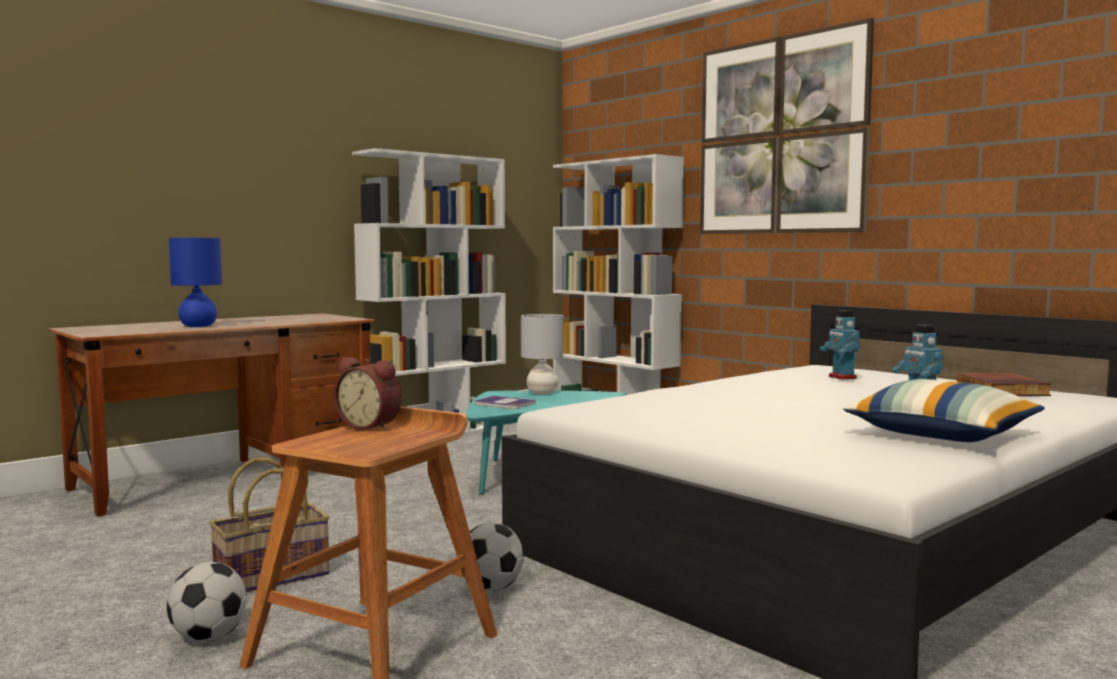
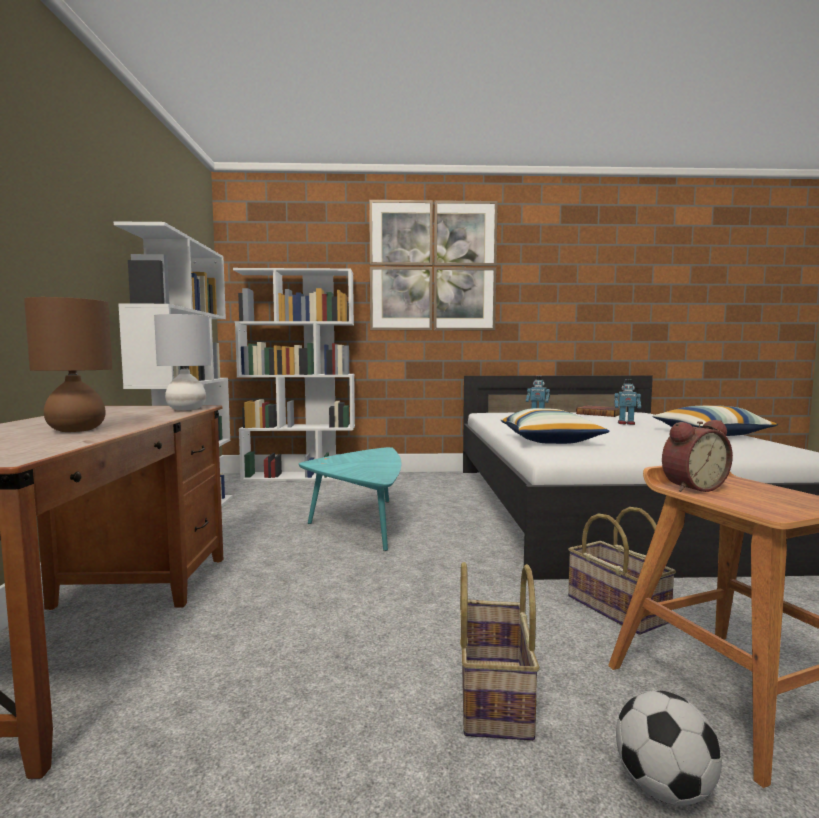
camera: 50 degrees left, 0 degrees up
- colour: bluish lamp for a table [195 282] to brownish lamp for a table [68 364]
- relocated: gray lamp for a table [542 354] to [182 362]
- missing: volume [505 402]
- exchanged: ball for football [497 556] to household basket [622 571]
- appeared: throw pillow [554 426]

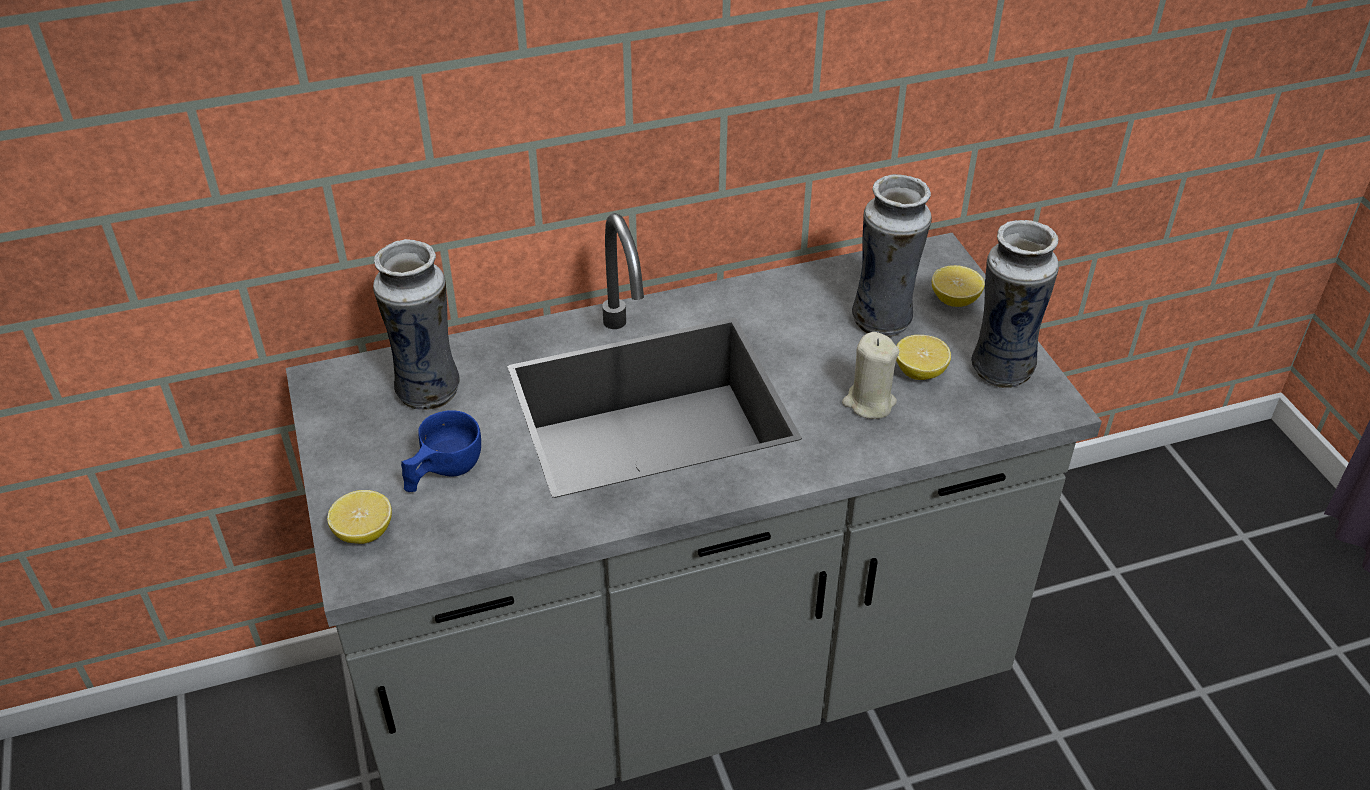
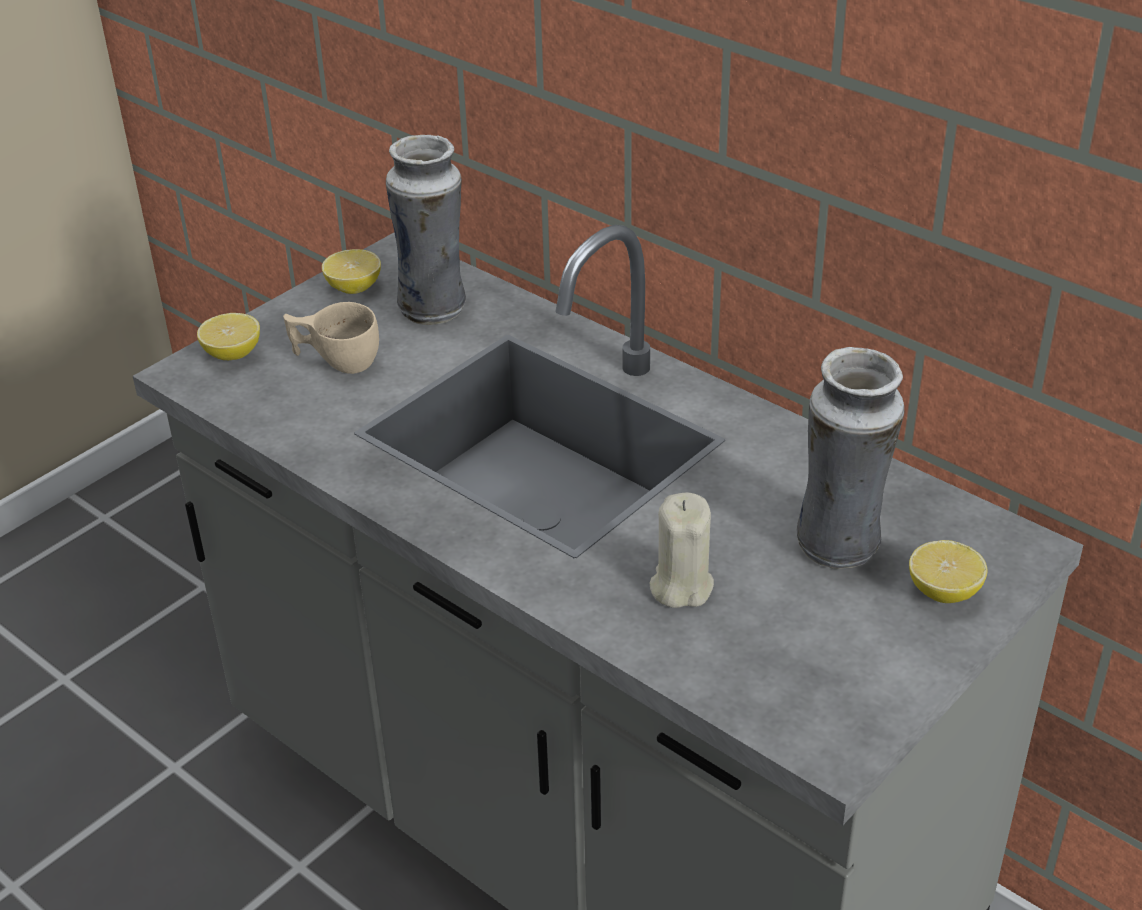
camera: 60 degrees right, 5 degrees down
- missing: flower vase [1015 304]
- relocated: citrus fruit [923 357] to [351 271]
- colour: bluish cup [441 451] to beige-coloured cup [331 338]

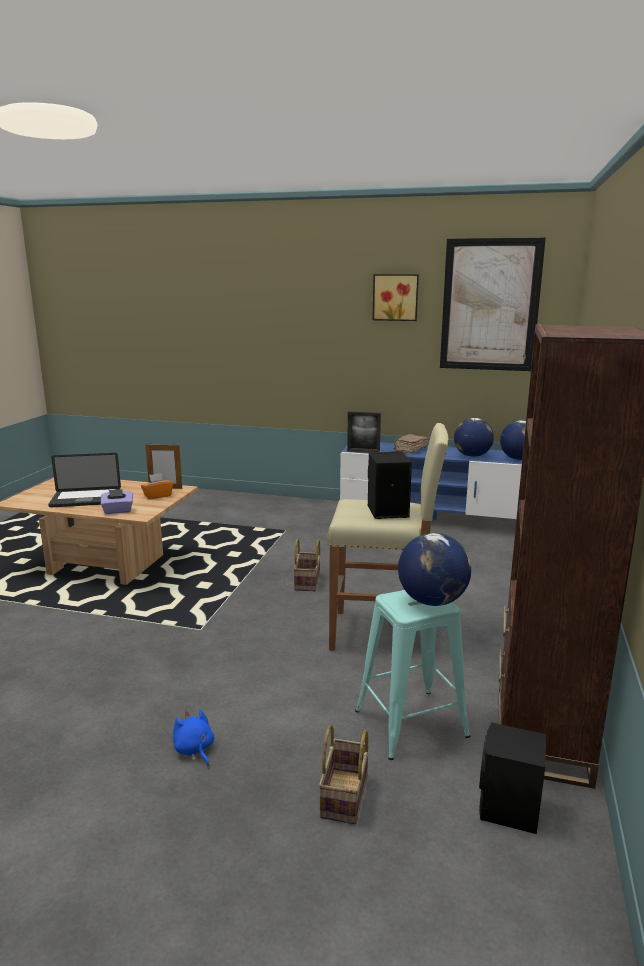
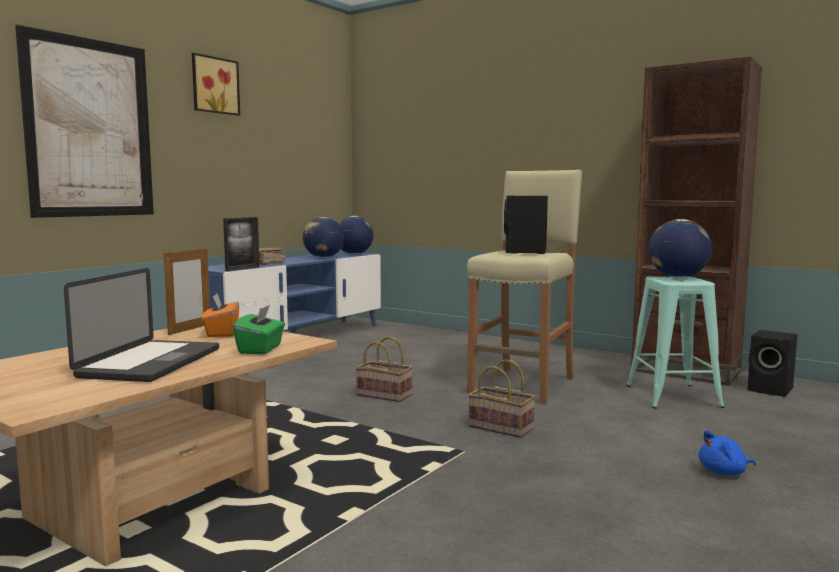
camera: 70 degrees left, 10 degrees down
- relocated: picture [493 304] to [84 121]
- colour: purple tissue holder [117 501] to greenish tissue holder [259 329]
- relocated: household basket [343 774] to [501 398]

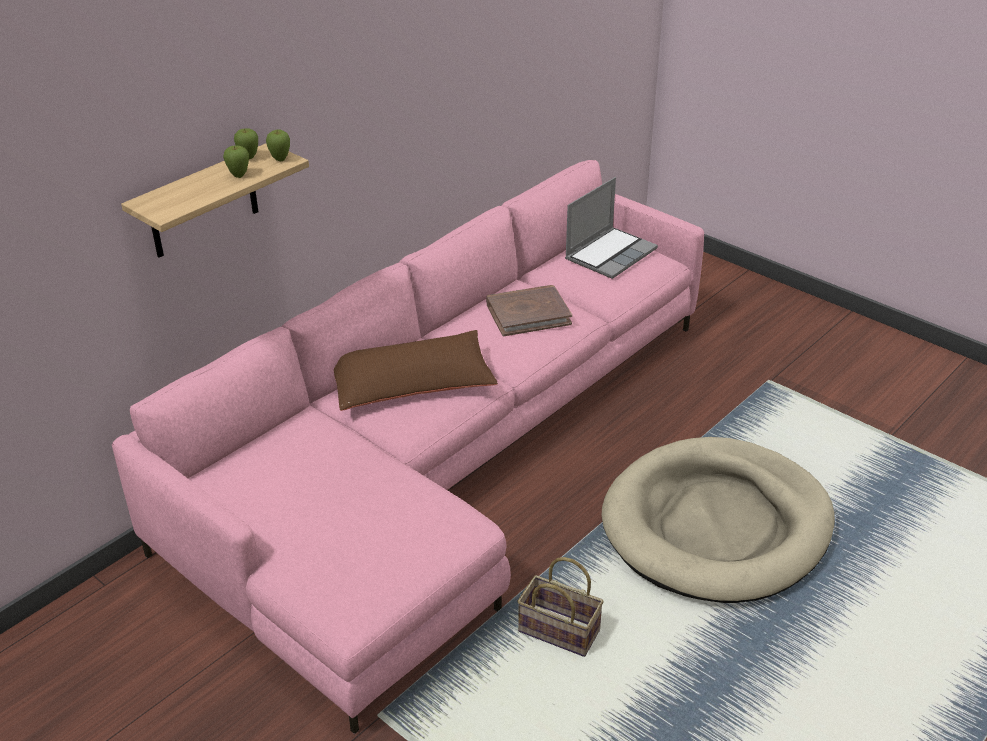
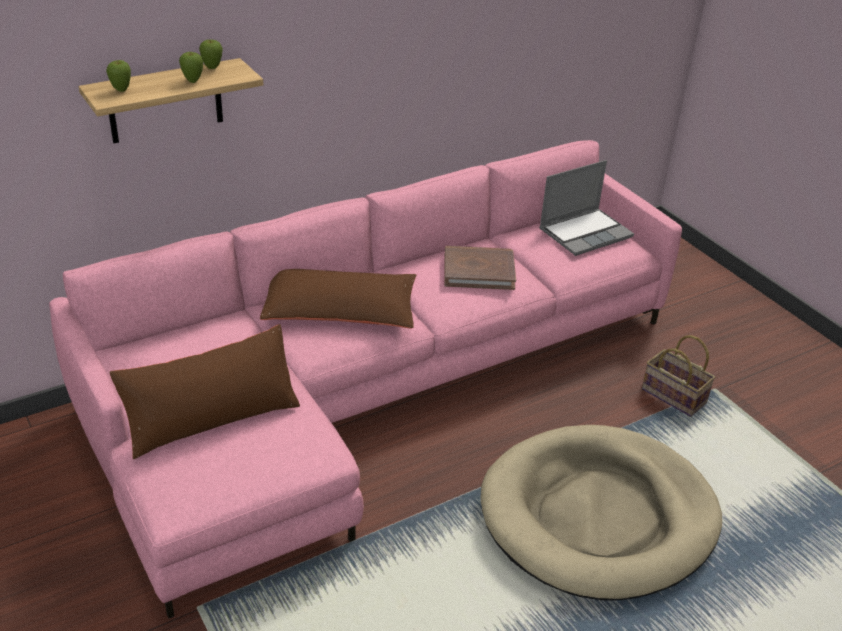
camera: 15 degrees right, 0 degrees up
- relocated: apple [278 145] to [118 76]
- relocated: household basket [560 607] to [679 376]
- appeared: brownish throw pillow [204 391]

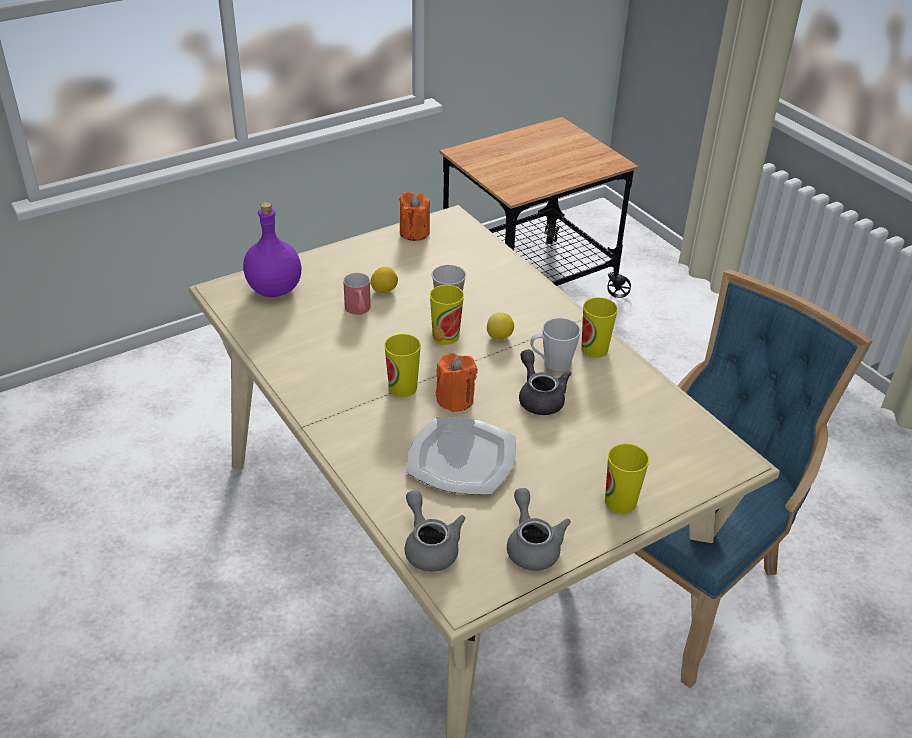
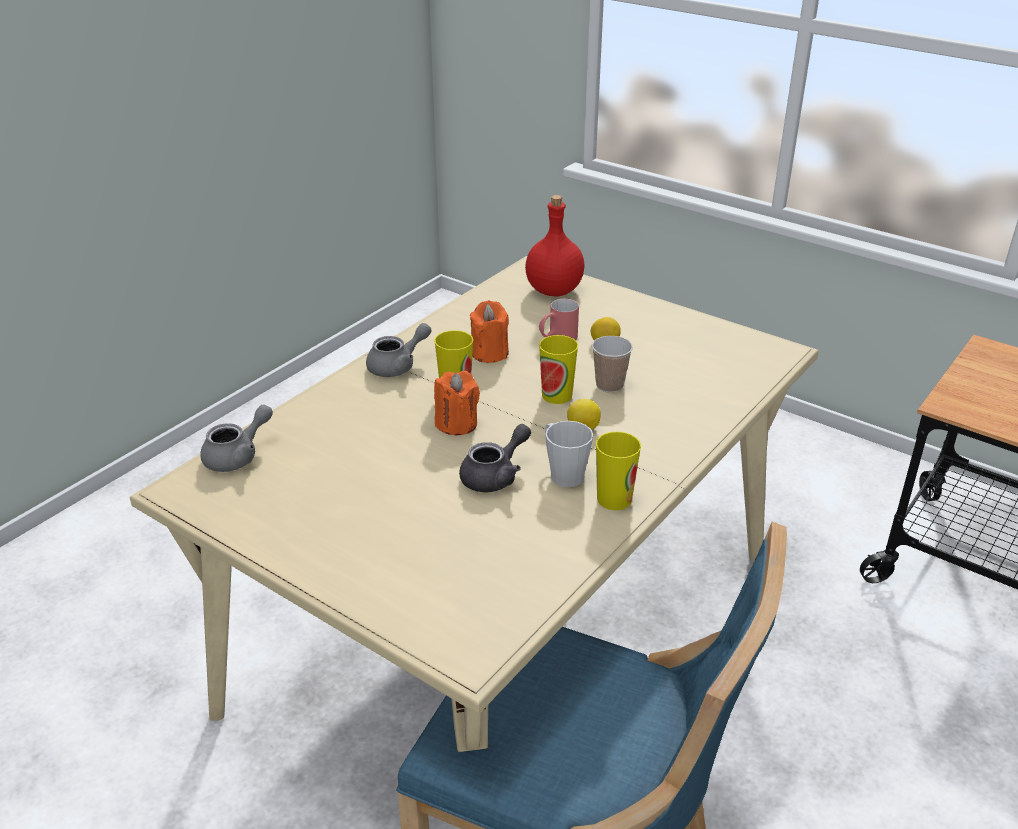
camera: 70 degrees right, 5 degrees down
- relocated: orange wax candle [414 216] to [489 331]
- colour: purple beverage bottle [272 249] to reddish beverage bottle [555 246]
- missing: plate [461 456]
- missing: cup [627 478]
- relocated: gray teapot [539 529] to [398 350]

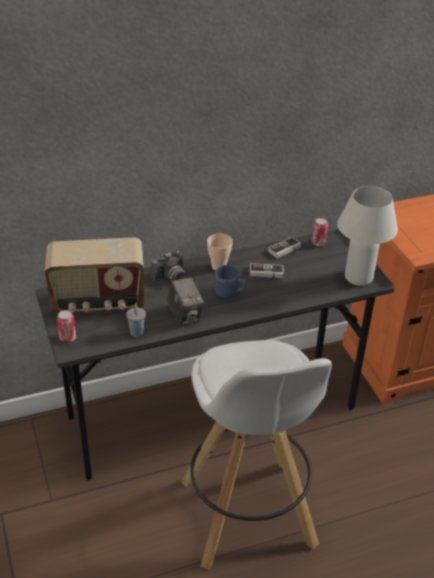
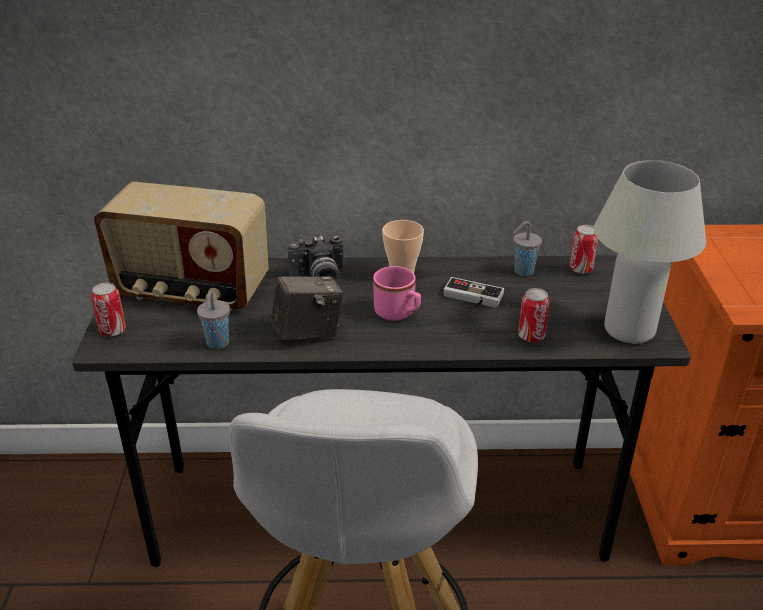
camera: 20 degrees right, 5 degrees down
- exchanged: joypad [284 247] to gray cup [527 248]
- colour: bluish coffee mug [231 281] to pink coffee mug [397 293]
- spun: still camera [185 301] = [307 308] 105 degrees counterclockwise
- appeared: sealed can [534 315]

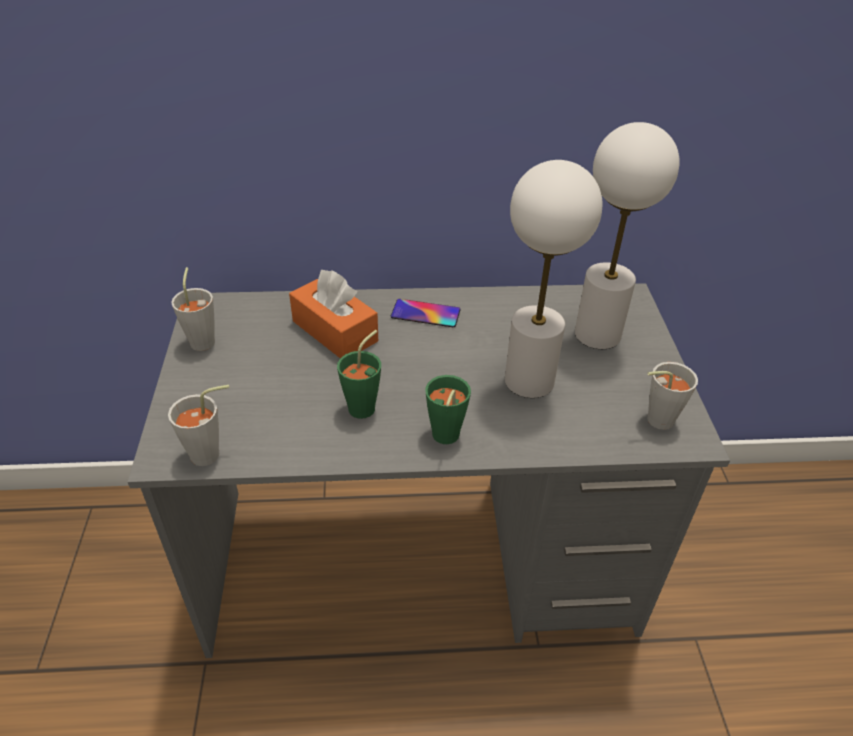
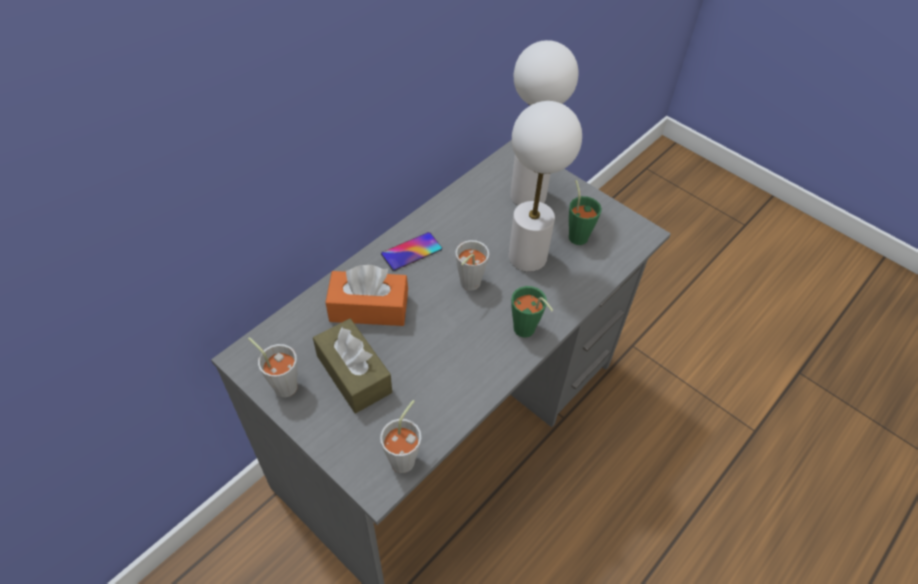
camera: 45 degrees left, 10 degrees up
- relocated: greenish cup [359 374] to [585 212]
- relocated: gray cup [672 396] to [472 265]
- appeared: brownish tissue holder [352 366]

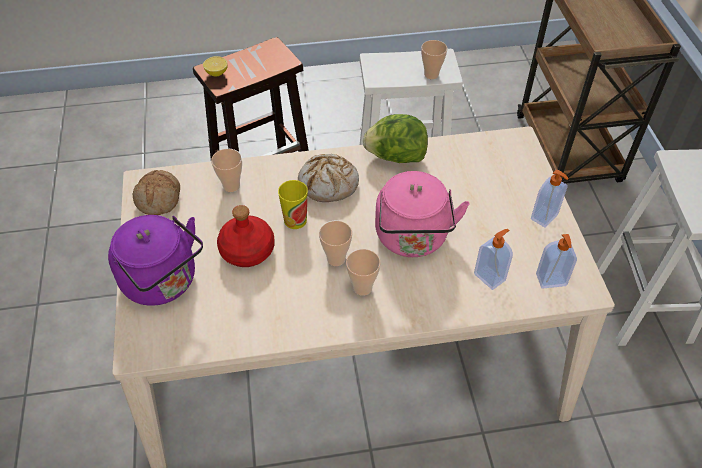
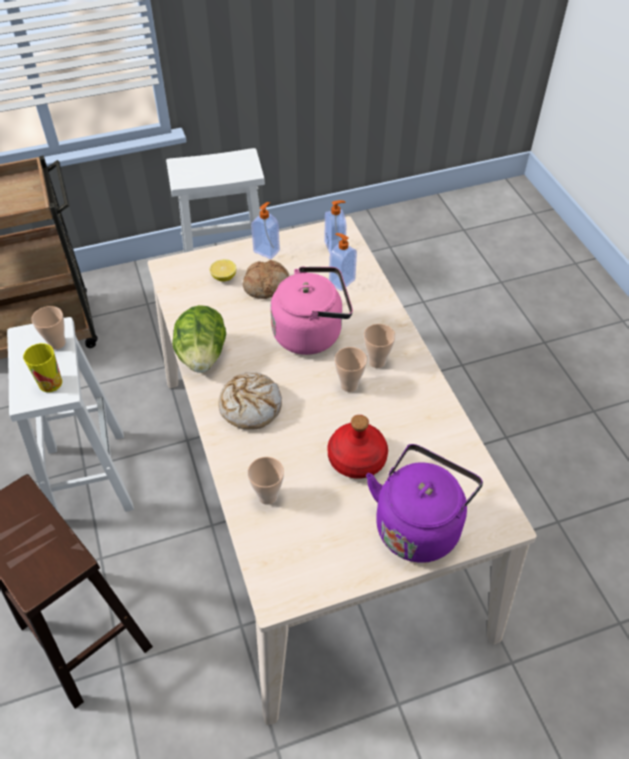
camera: 100 degrees left, 0 degrees up
- relocated: citrus fruit [215 66] to [222 270]
- relocated: bread [156 192] to [266 279]
- relocated: cup [293 204] to [42 367]

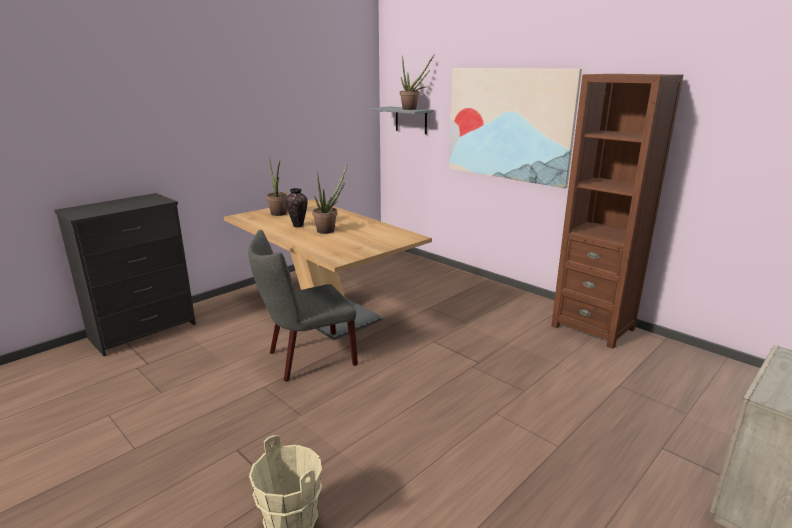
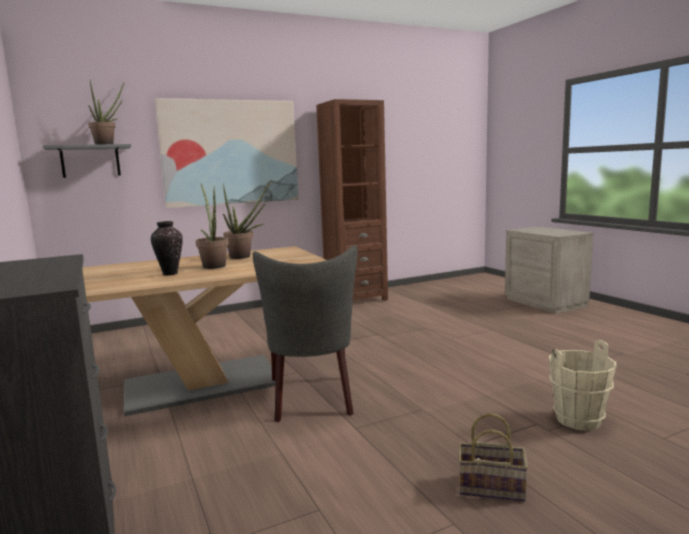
camera: 70 degrees left, 10 degrees down
- relocated: plant in a pot [277 186] to [247 219]
- appeared: household basket [493 457]

